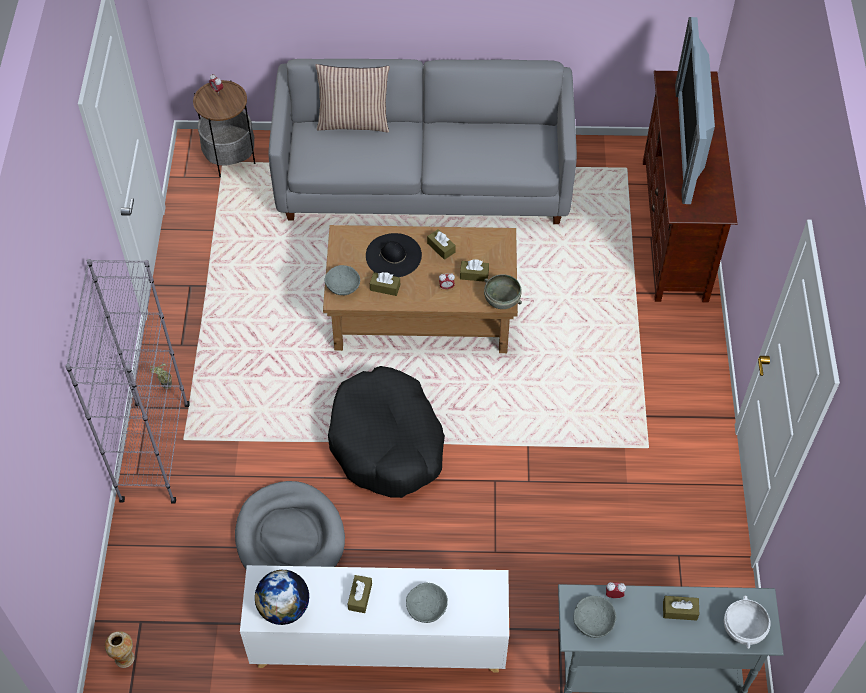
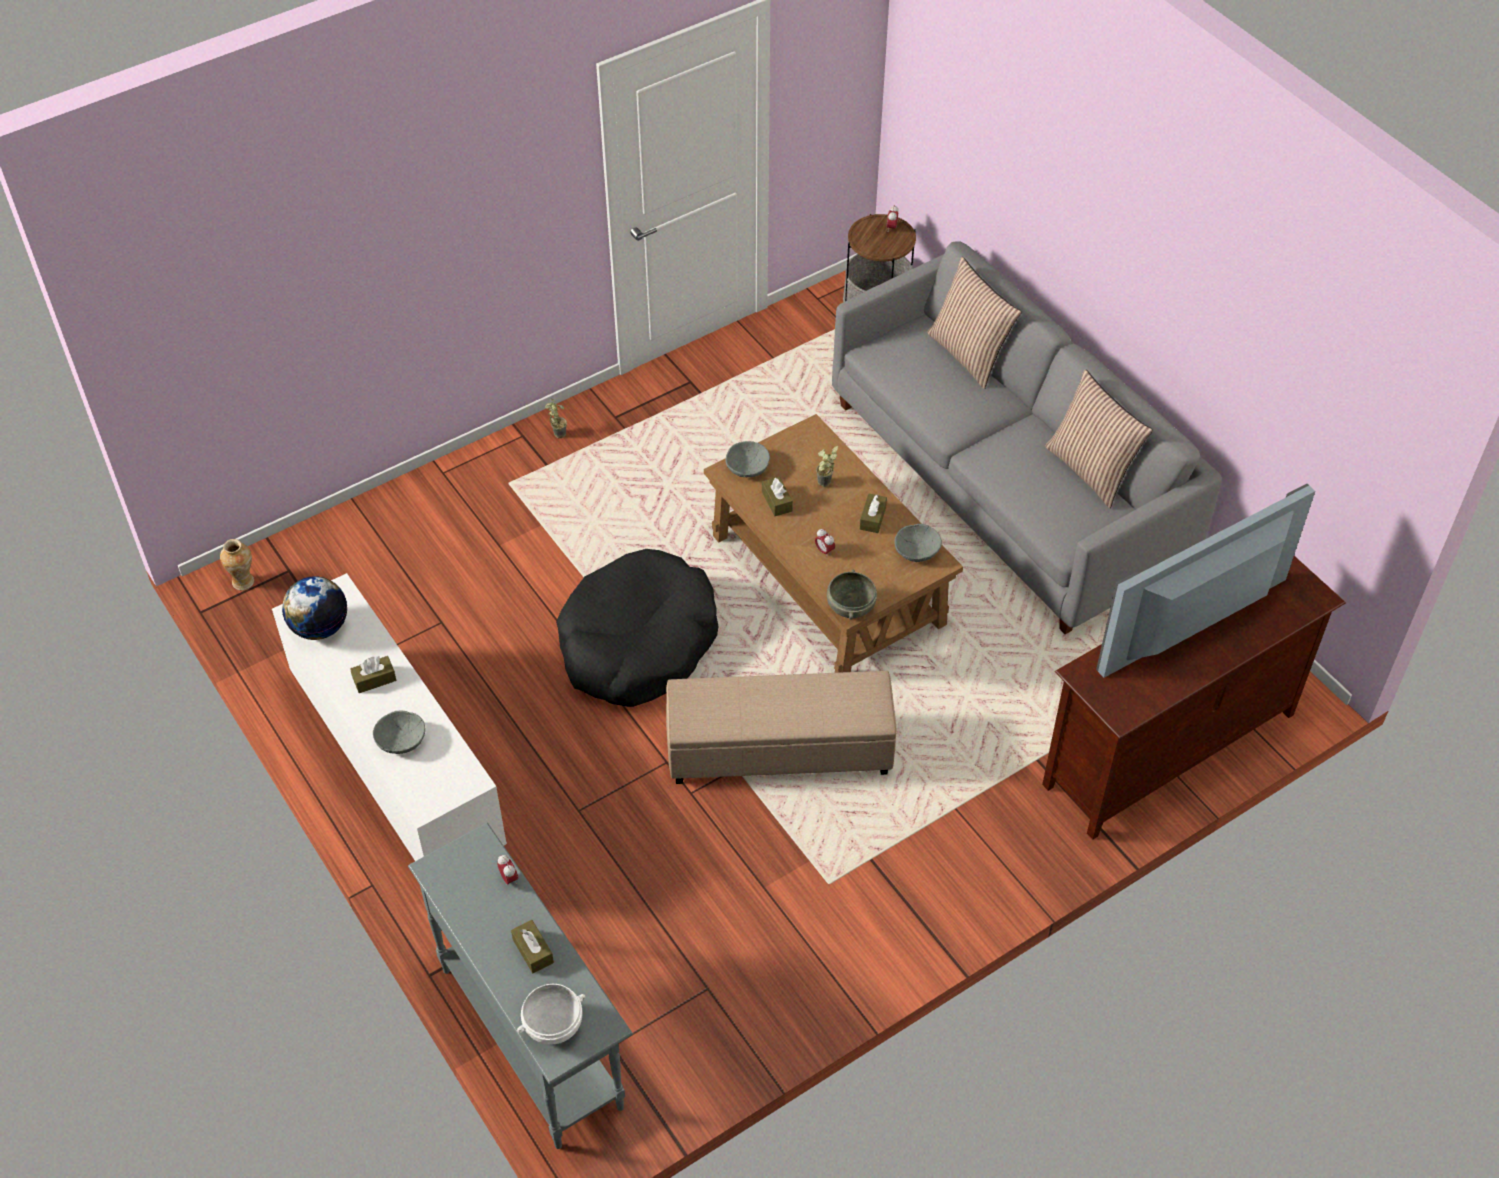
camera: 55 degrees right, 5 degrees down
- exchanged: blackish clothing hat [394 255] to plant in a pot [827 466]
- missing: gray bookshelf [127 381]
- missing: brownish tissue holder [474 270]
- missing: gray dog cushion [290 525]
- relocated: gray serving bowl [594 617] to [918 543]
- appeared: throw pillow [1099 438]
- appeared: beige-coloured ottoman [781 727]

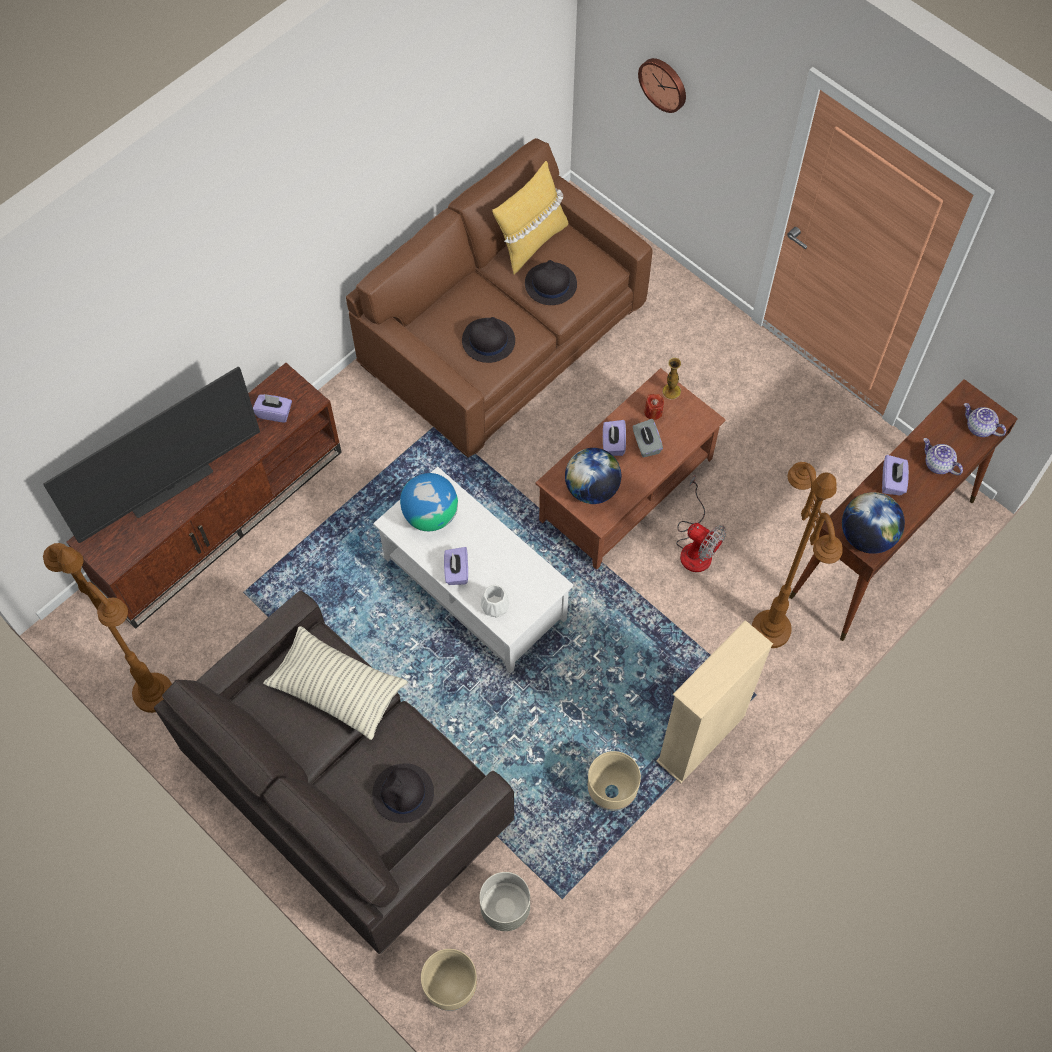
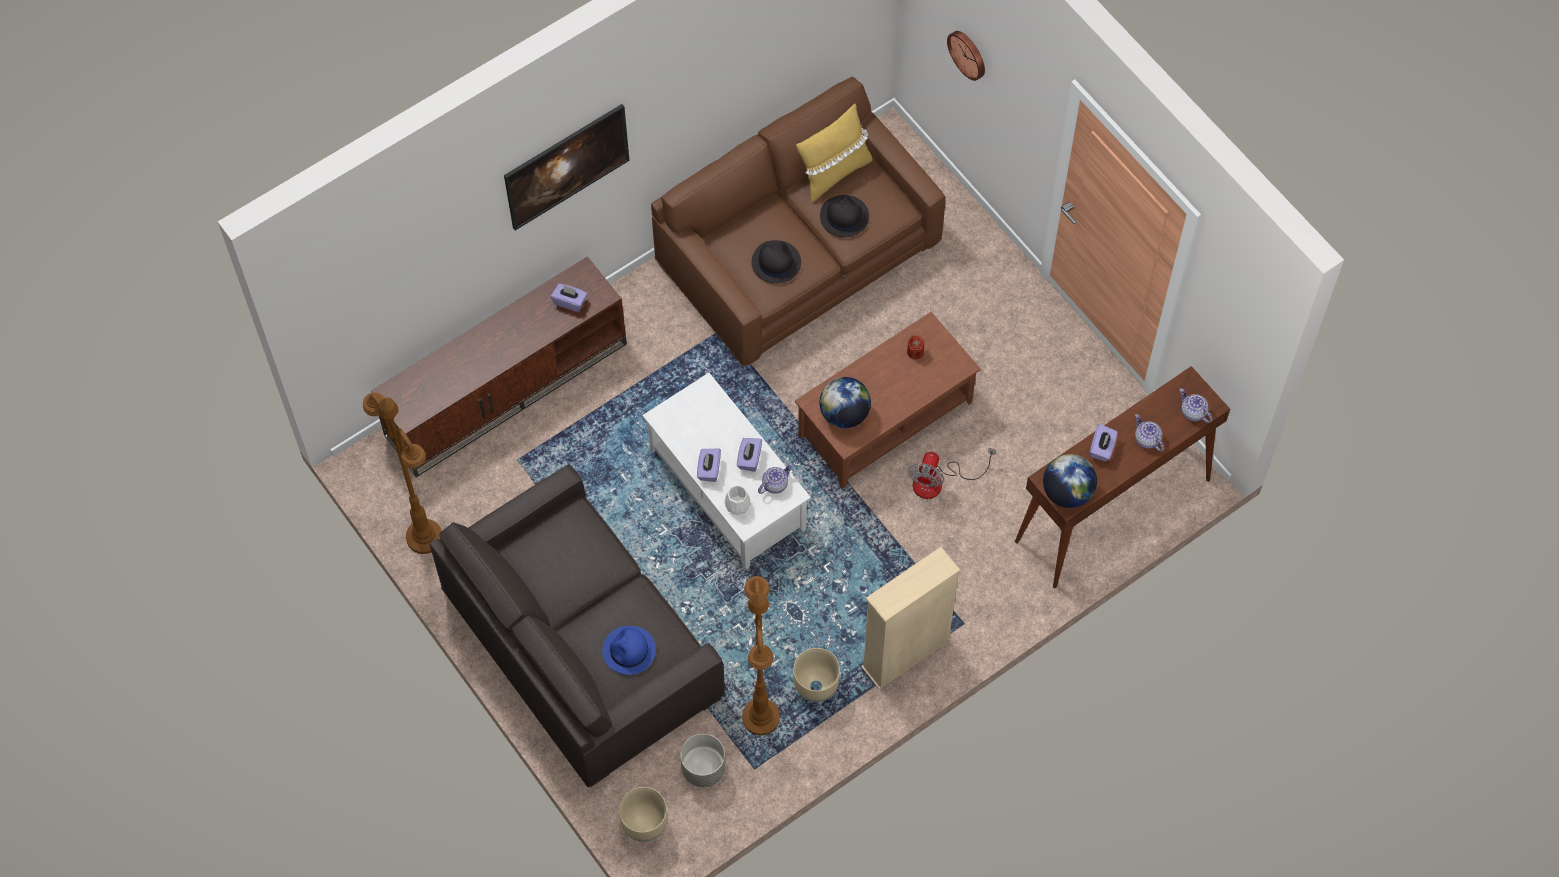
camera: 10 degrees right, 0 degrees up
- missing: flower vase [671 378]
- missing: TV [151 455]
- missing: gray tissue holder [647 438]
- relocated: purple tissue holder [614 438] to [749 455]
- relocated: brownish standing lamp [797 555] to [761 655]
- missing: desk globe [429 502]
- spun: fan [701 523] = [952 473] 60 degrees clockwise
- missing: throw pillow [335 683]
- colour: blackish clothing hat [403 793] to bluish clothing hat [629 650]
- appeared: picture [567 167]
- appeared: teapot [775 478]

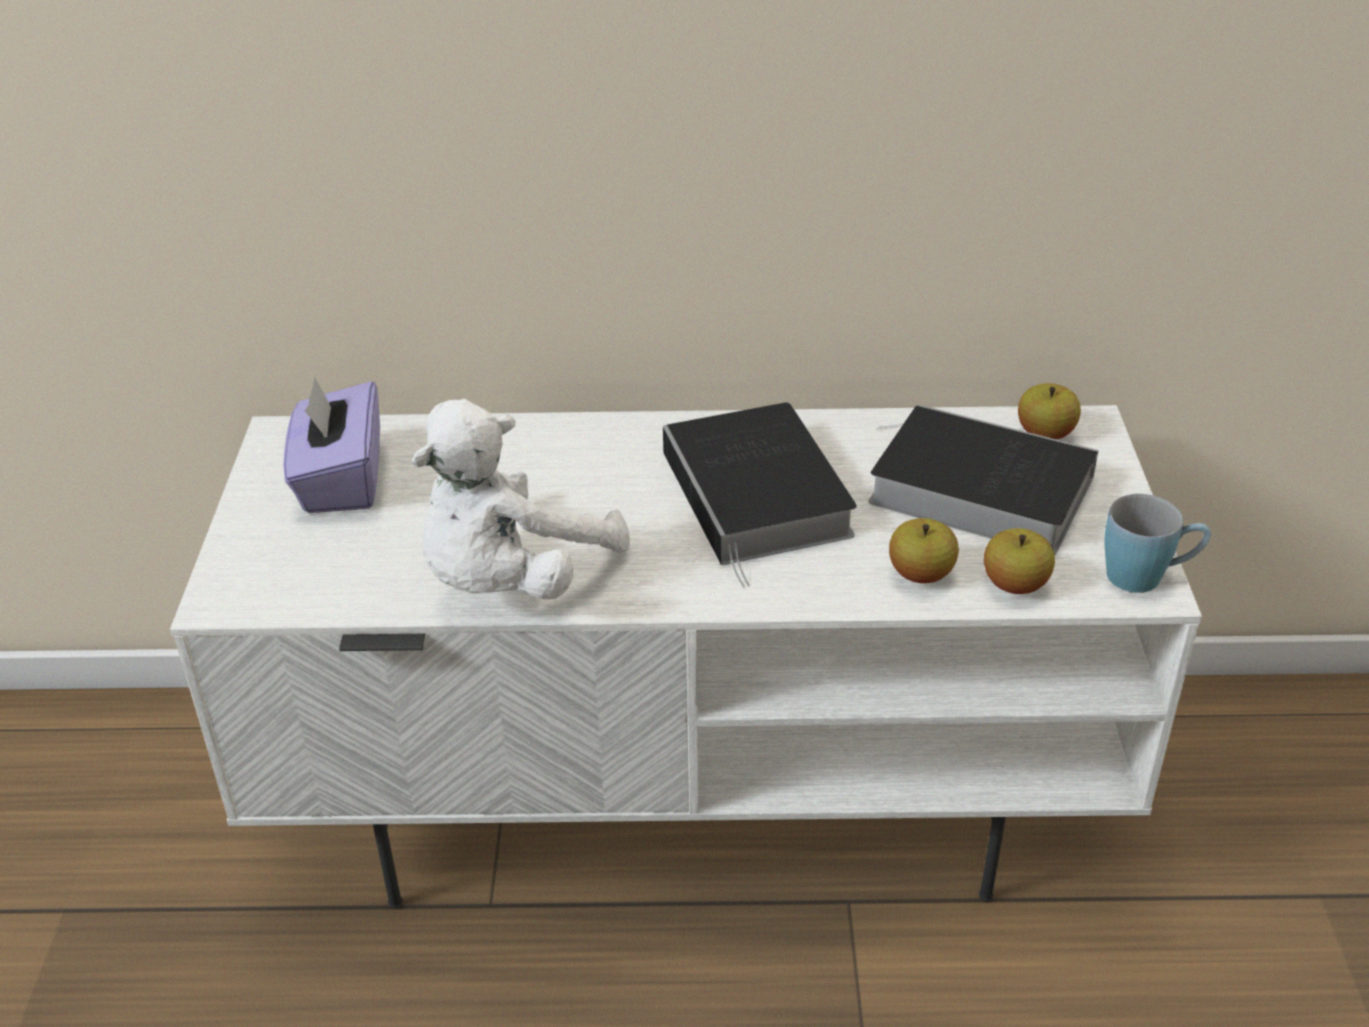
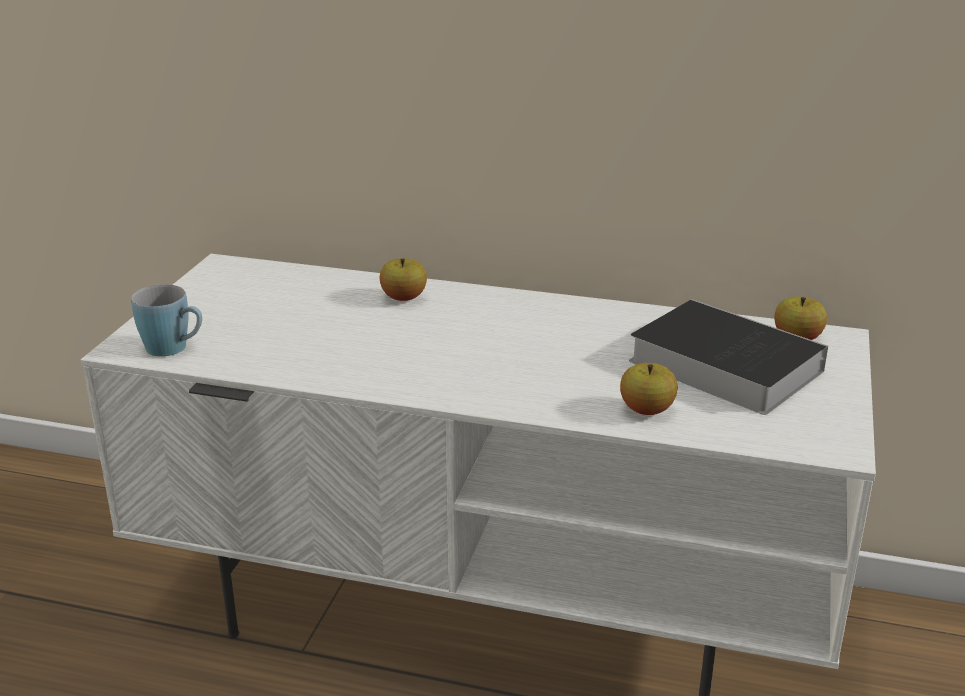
camera: 15 degrees right, 10 degrees down
- missing: purple tissue holder [331 445]
- missing: white cuddly toy [520 499]
- missing: volume [760 495]
- relocated: bluish coffee mug [1157 543] to [166 320]
- relocated: apple [1019 561] to [403 279]

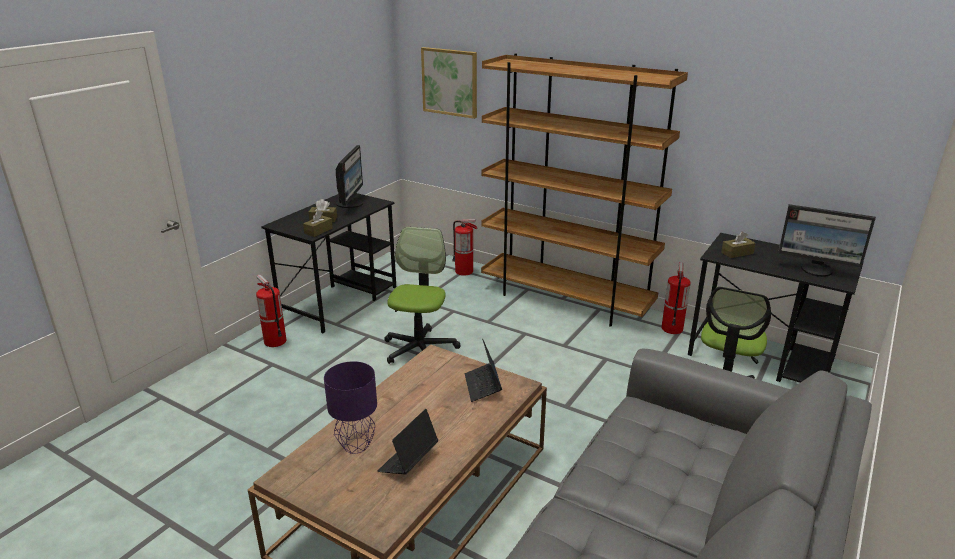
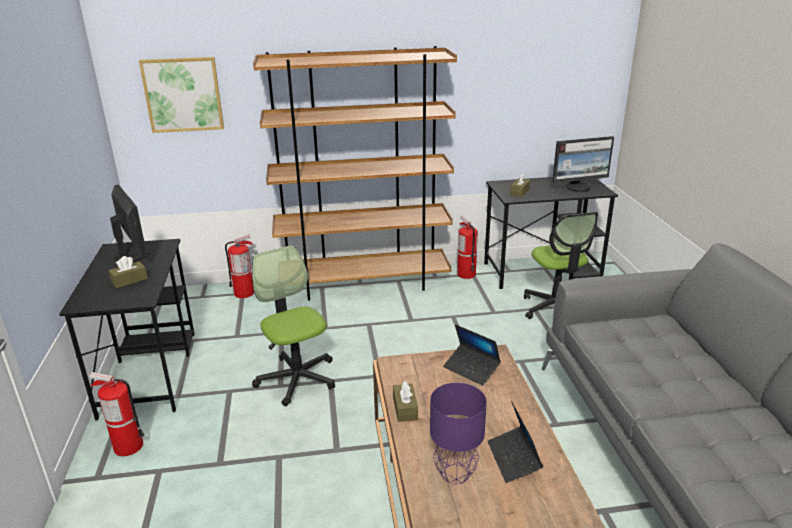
camera: 40 degrees left, 0 degrees up
- relocated: brownish tissue holder [318 224] to [405 401]

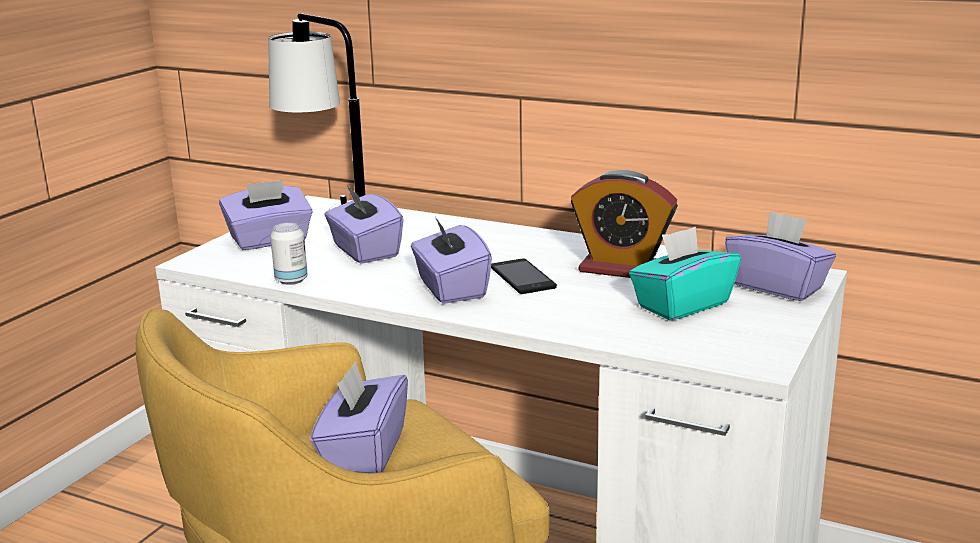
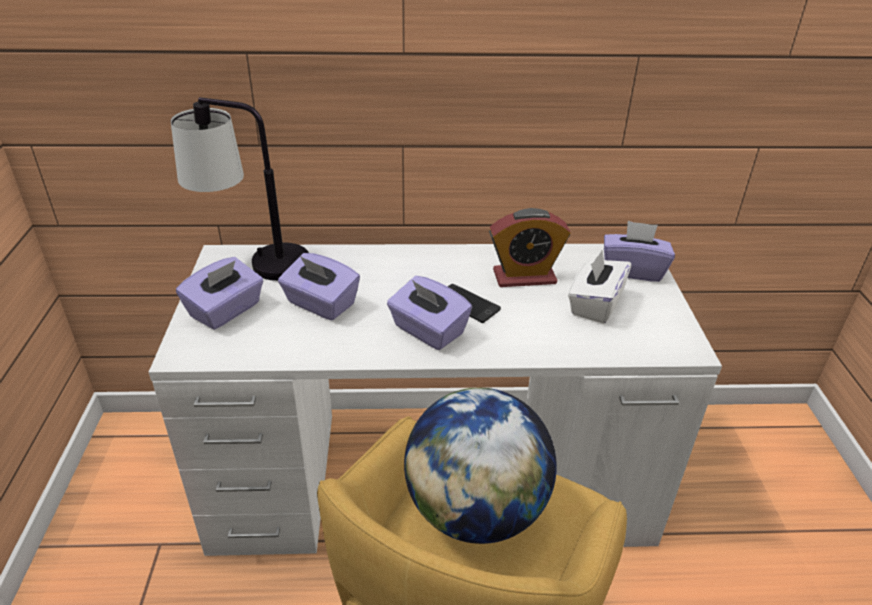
camera: 30 degrees left, 15 degrees up
- missing: sealed can [289 254]
- colour: turquoise-coloured tissue holder [685 274] to white tissue holder [599 287]
- exchanged: purple tissue holder [359 417] to desk globe [480 466]

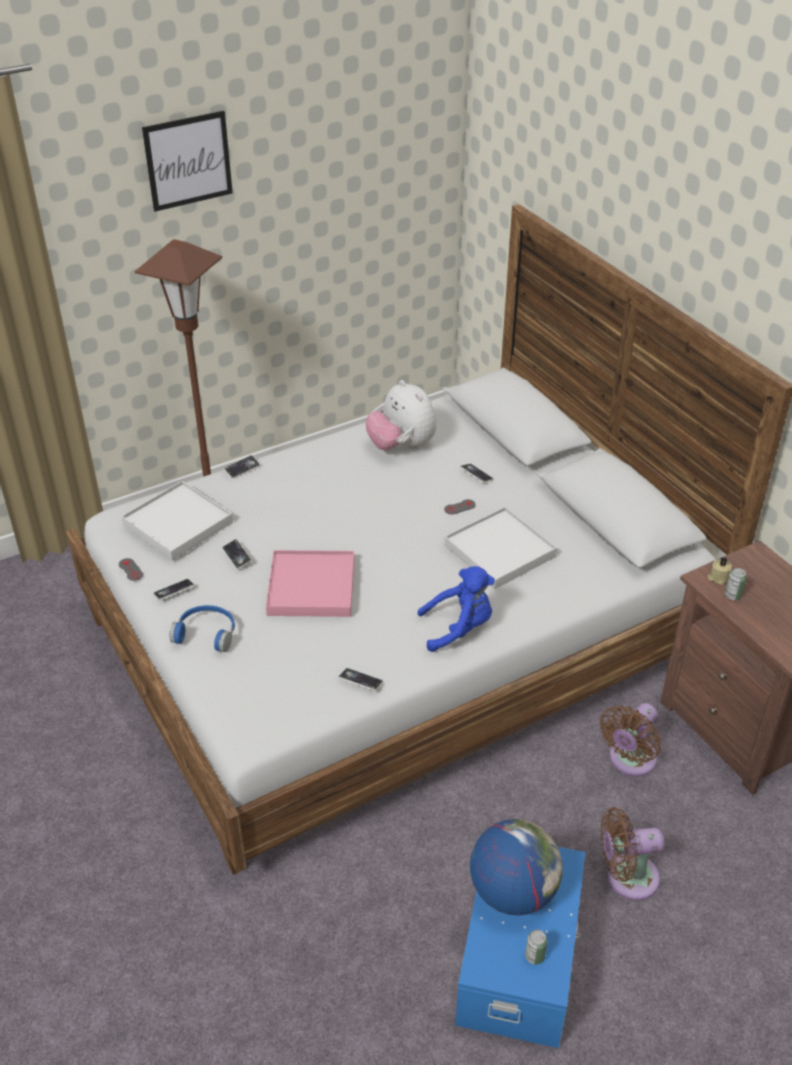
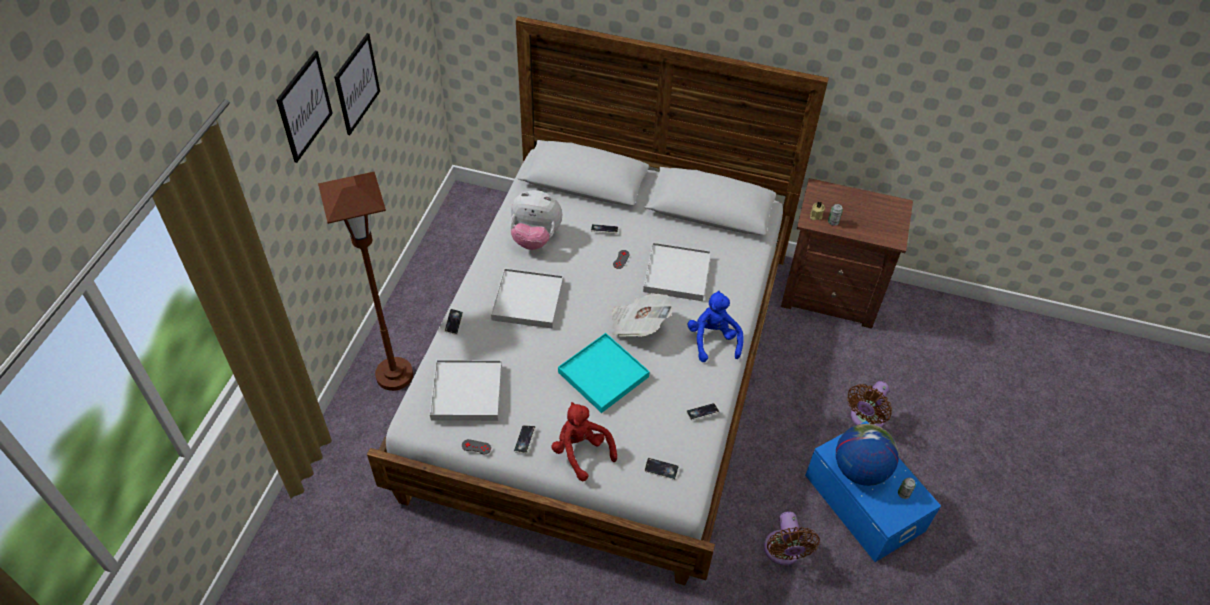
camera: 45 degrees left, 10 degrees up
- relocated: telephone [237 554] to [661 468]
- colour: pink carrying tray [310 583] to turquoise-coloured carrying tray [604 373]
- spun: bluish cuddly toy [456 609] = [715 326] 45 degrees counterclockwise
- exchanged: bluish headphones [202 628] to reddish cuddly toy [584 441]
- relocated: brownish fan [630 739] to [792 539]
- appeared: picture [357 84]
- appeared: white carrying tray [527 298]
- appeared: newspaper [642 315]

